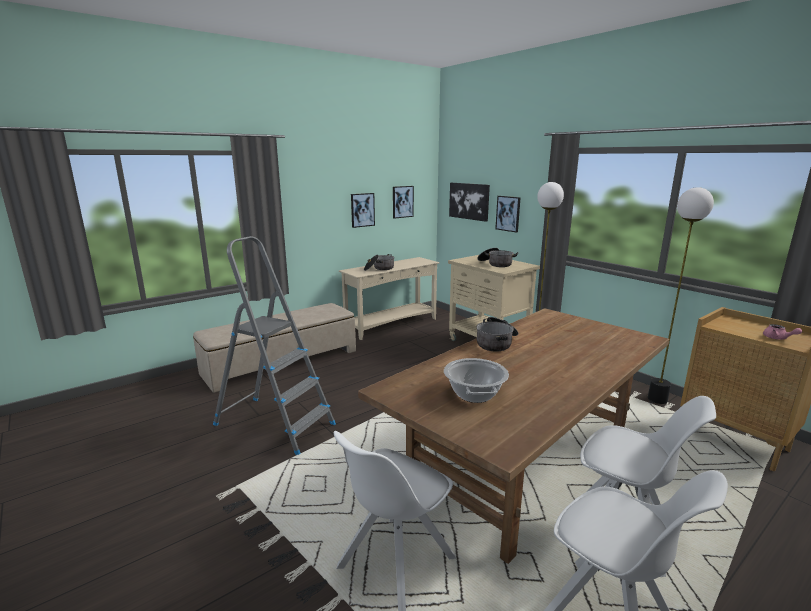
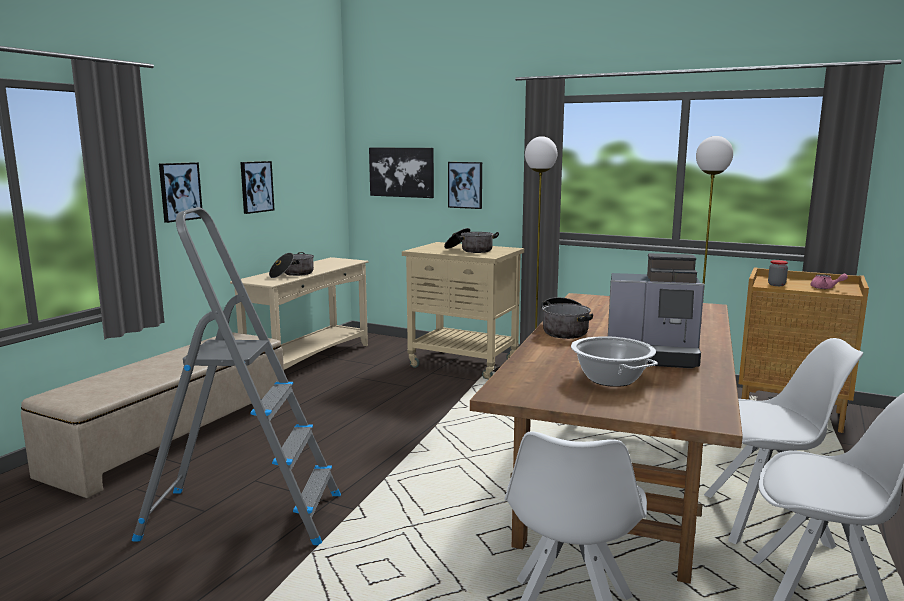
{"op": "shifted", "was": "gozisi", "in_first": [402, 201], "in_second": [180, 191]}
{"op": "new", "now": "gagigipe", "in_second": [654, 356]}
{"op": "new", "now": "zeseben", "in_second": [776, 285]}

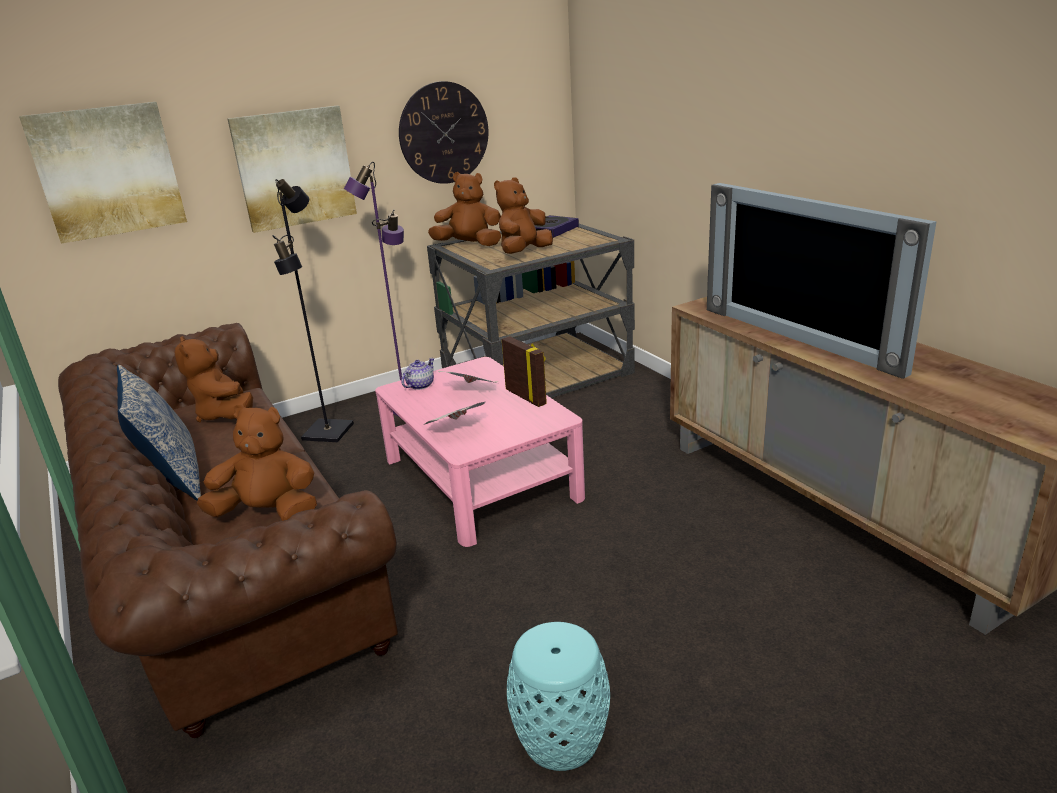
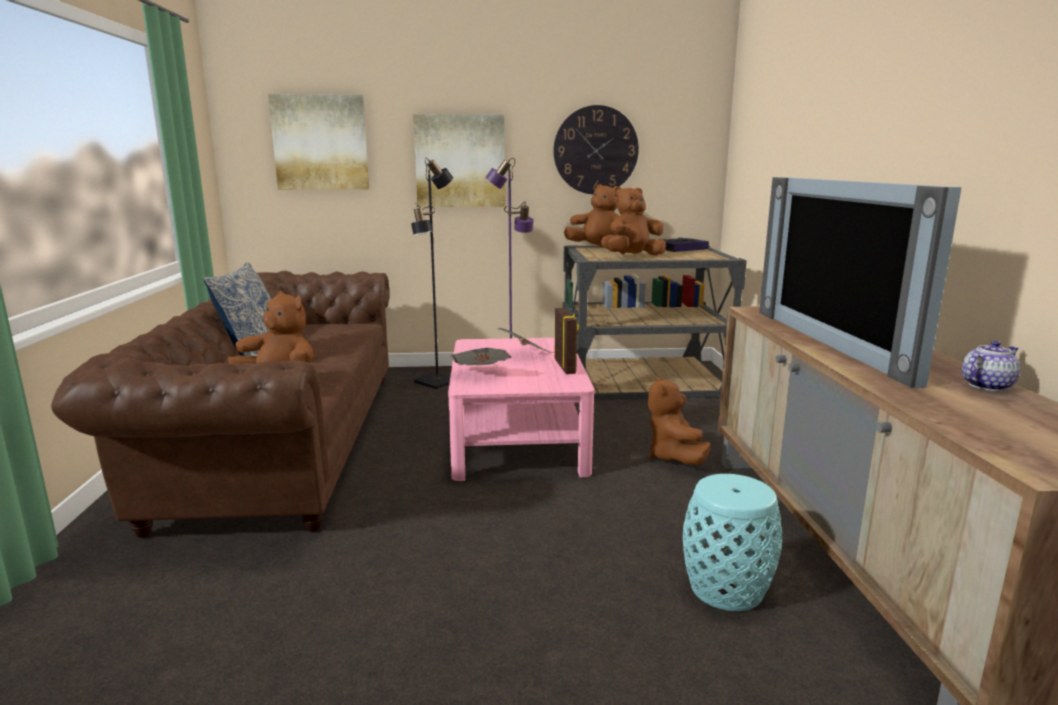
{"op": "shifted", "was": "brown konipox", "in_first": [225, 414], "in_second": [674, 457]}
{"op": "shifted", "was": "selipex", "in_first": [419, 385], "in_second": [986, 385]}
{"op": "shifted", "was": "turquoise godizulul", "in_first": [560, 739], "in_second": [726, 589]}

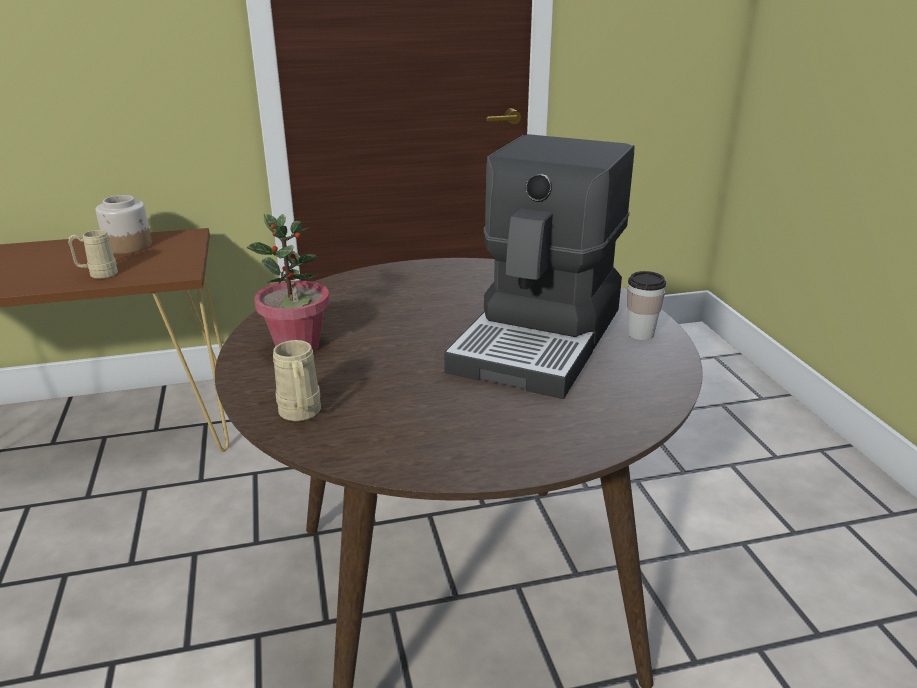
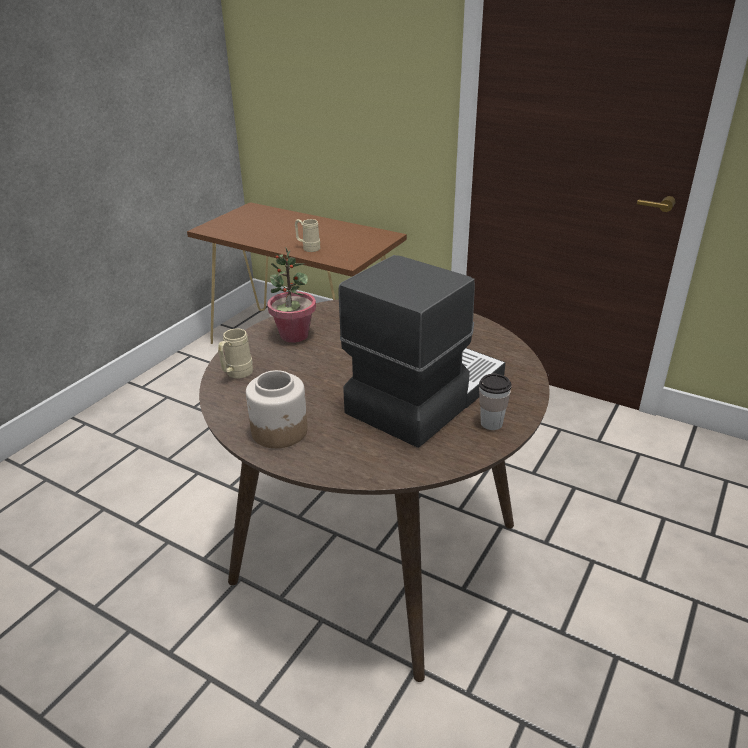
{"op": "rotated", "was": "gagigipe", "in_first": [541, 338], "in_second": [423, 394], "clockwise": 150}
{"op": "shifted", "was": "zeseben", "in_first": [129, 246], "in_second": [280, 431]}

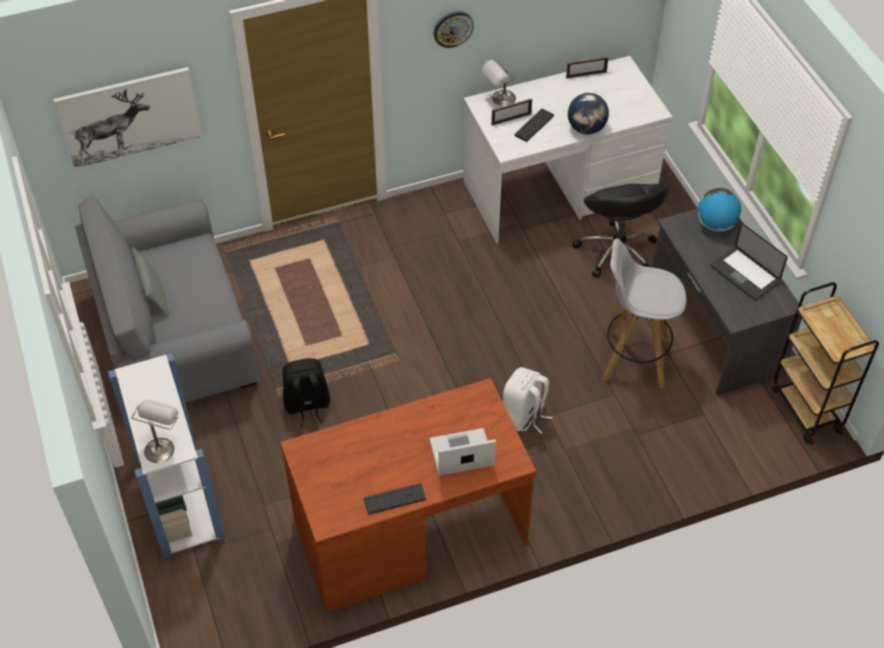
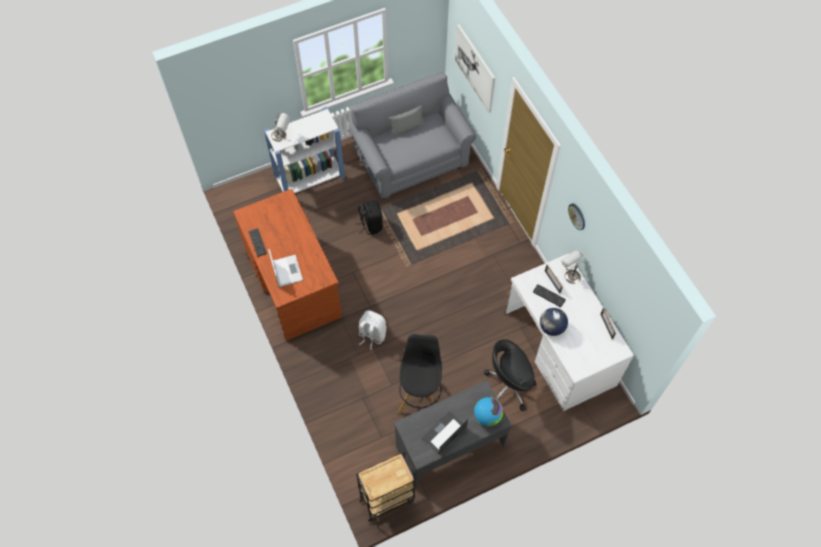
{"op": "repainted", "was": "white godizulul", "now": "black godizulul", "in_first": [633, 359], "in_second": [420, 396]}

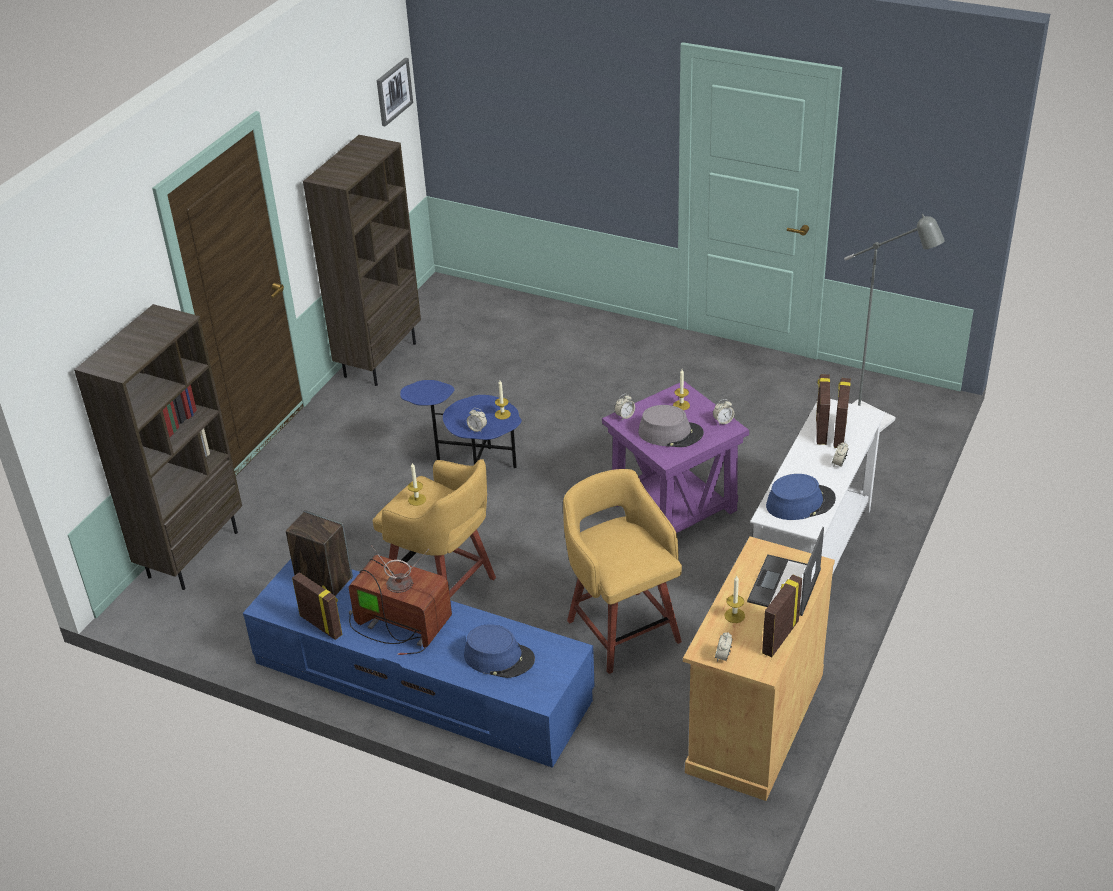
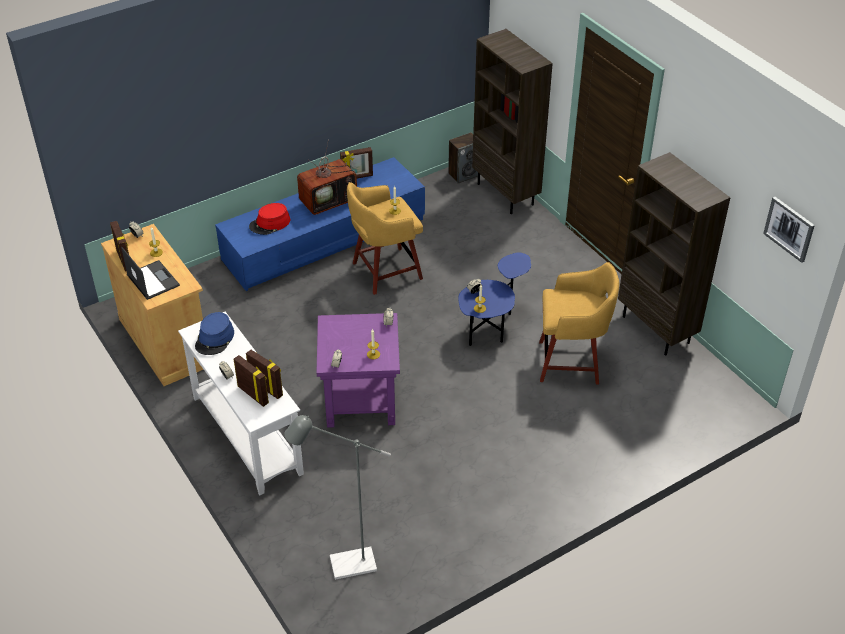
{"op": "gone", "was": "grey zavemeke", "in_first": [670, 433]}
{"op": "shifted", "was": "yellow godizulul", "in_first": [622, 628], "in_second": [571, 363]}
{"op": "shifted", "was": "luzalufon", "in_first": [324, 581], "in_second": [464, 174]}
{"op": "repainted", "was": "blue zavemeke", "now": "red zavemeke", "in_first": [499, 657], "in_second": [270, 224]}

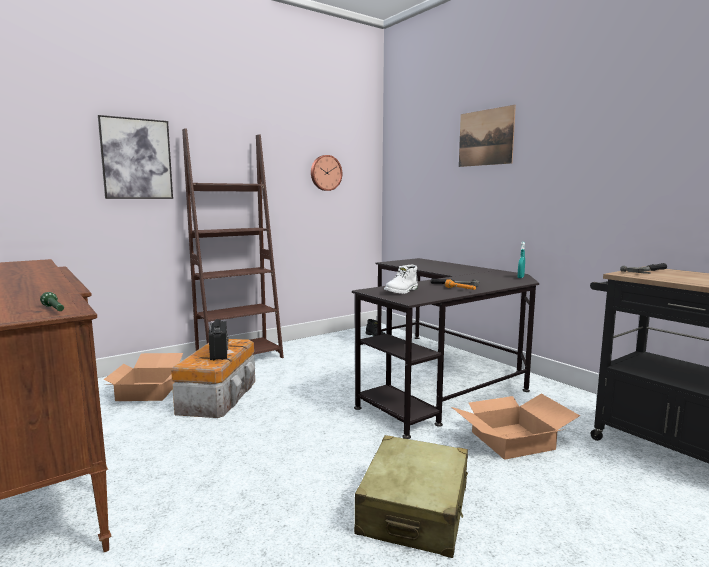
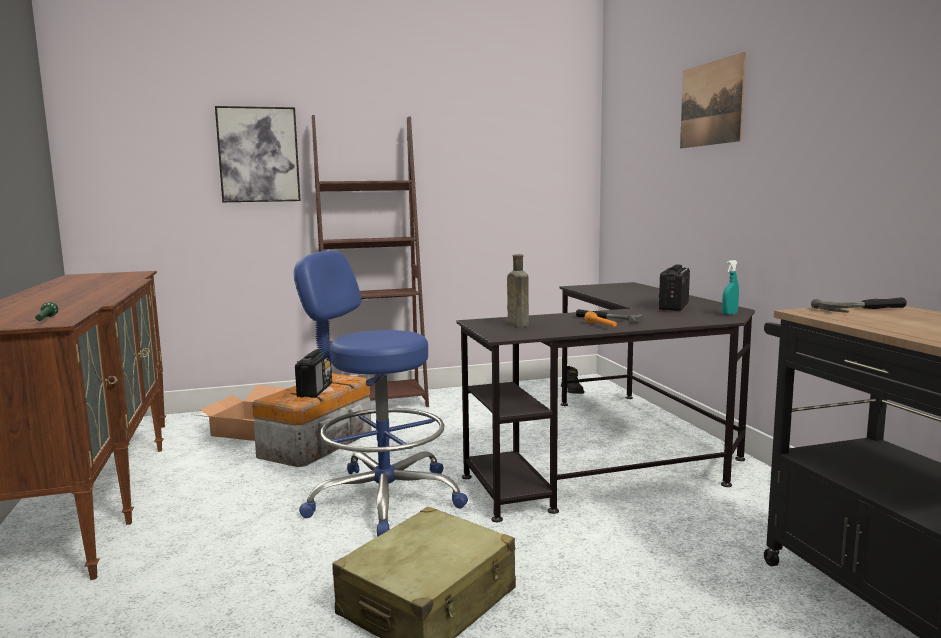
{"op": "gone", "was": "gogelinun", "in_first": [325, 173]}
{"op": "swapped", "was": "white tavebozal", "now": "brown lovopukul", "in_first": [402, 291], "in_second": [517, 324]}
{"op": "gone", "was": "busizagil", "in_first": [512, 441]}
{"op": "new", "now": "blue godizulul", "in_second": [382, 498]}
{"op": "new", "now": "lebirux", "in_second": [673, 307]}

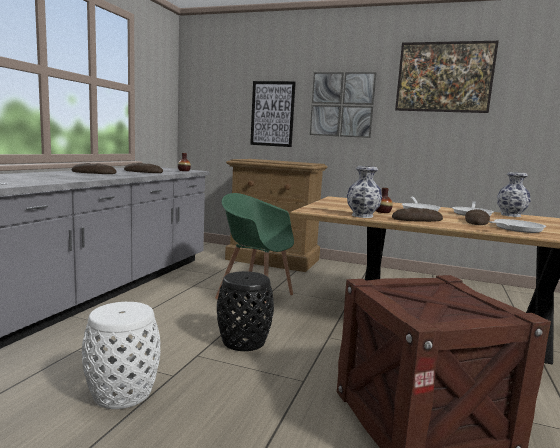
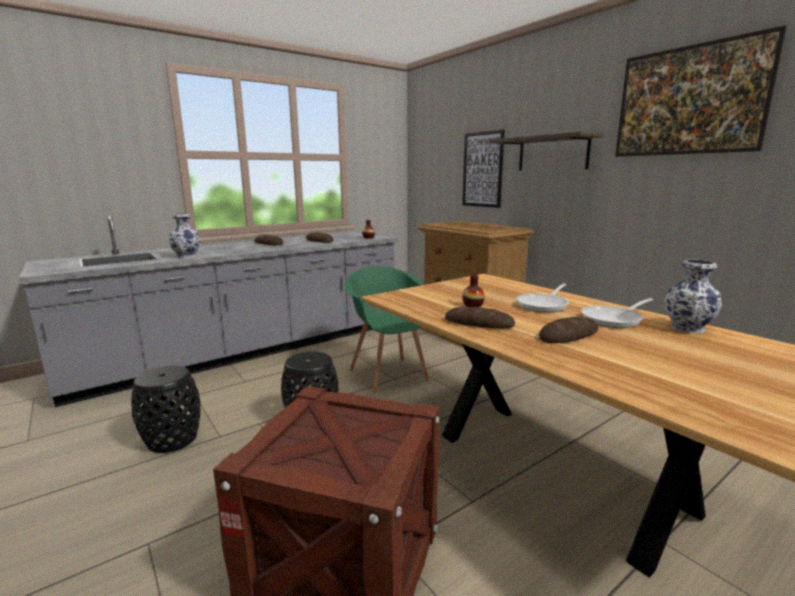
{"op": "swapped", "was": "gozisi", "now": "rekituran", "in_first": [342, 104], "in_second": [552, 153]}
{"op": "shifted", "was": "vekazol", "in_first": [362, 216], "in_second": [187, 256]}
{"op": "gone", "was": "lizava", "in_first": [515, 229]}
{"op": "repainted", "was": "white godizulul", "now": "black godizulul", "in_first": [122, 393], "in_second": [172, 439]}

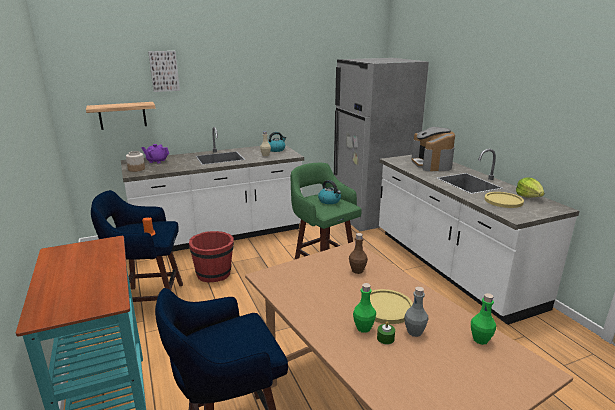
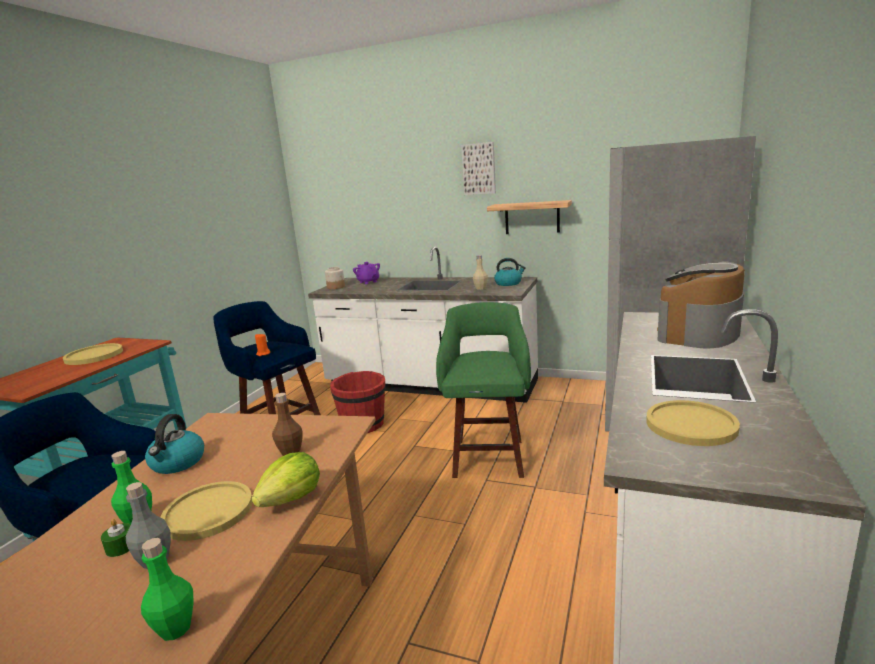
{"op": "shifted", "was": "gozisi", "in_first": [164, 71], "in_second": [479, 169]}
{"op": "shifted", "was": "rekituran", "in_first": [122, 115], "in_second": [532, 217]}
{"op": "shifted", "was": "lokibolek", "in_first": [529, 196], "in_second": [291, 498]}
{"op": "shifted", "was": "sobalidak", "in_first": [330, 201], "in_second": [177, 463]}
{"op": "new", "now": "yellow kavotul", "in_second": [94, 355]}

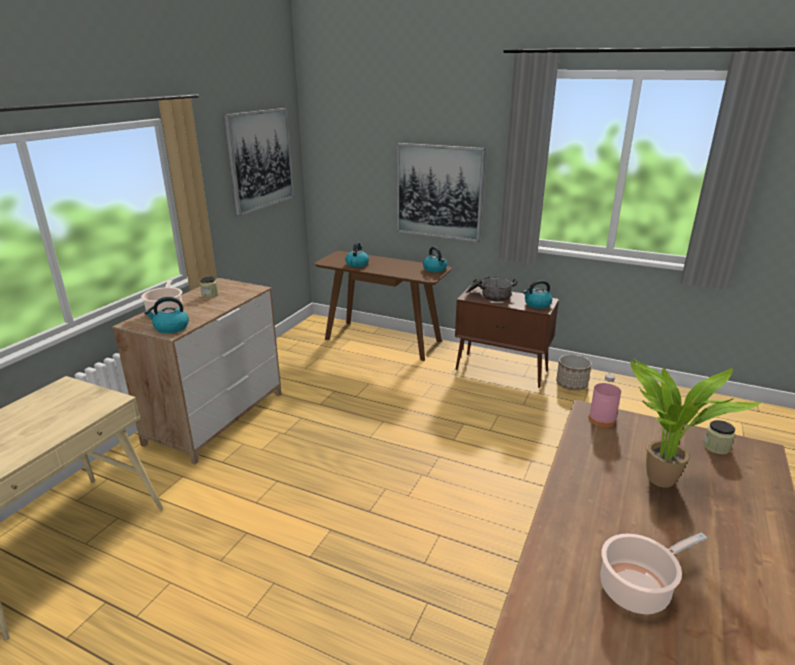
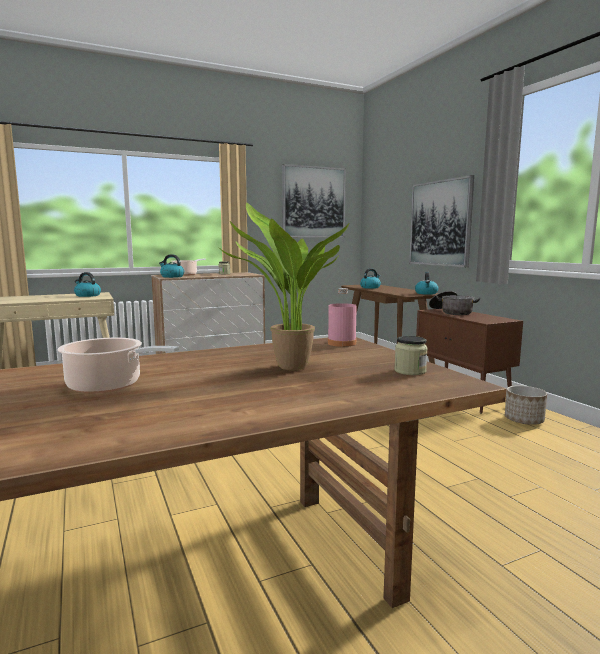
{"op": "shifted", "was": "sobalidak", "in_first": [537, 304], "in_second": [87, 295]}

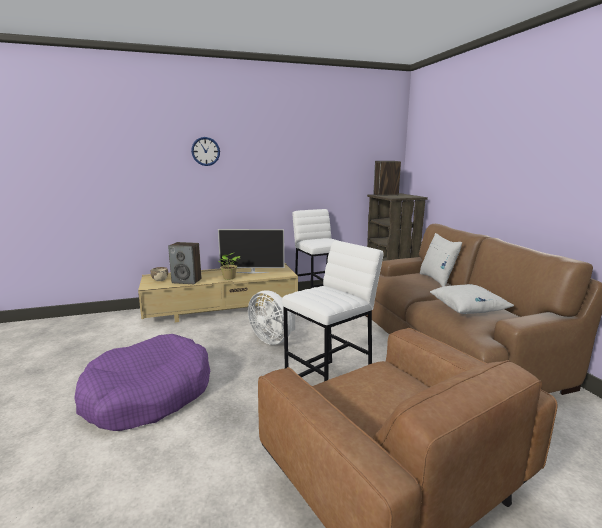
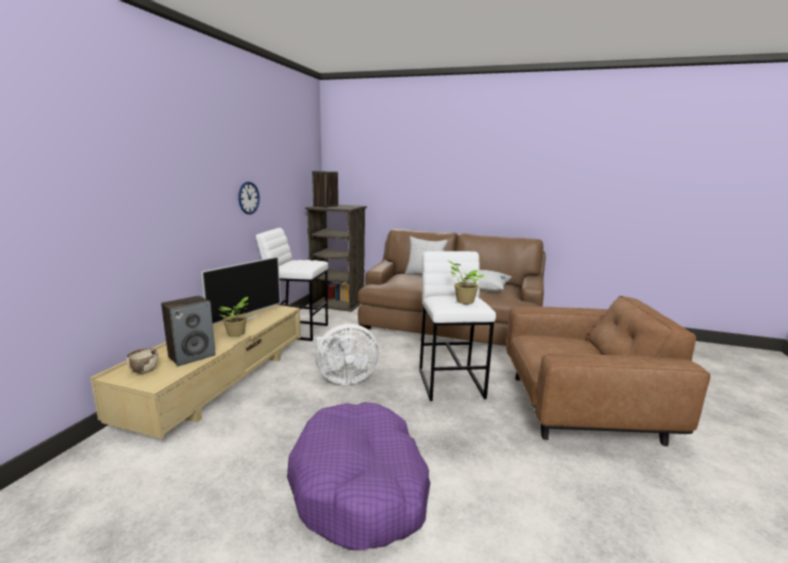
{"op": "shifted", "was": "gogelinun", "in_first": [205, 151], "in_second": [248, 198]}
{"op": "new", "now": "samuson", "in_second": [463, 301]}

